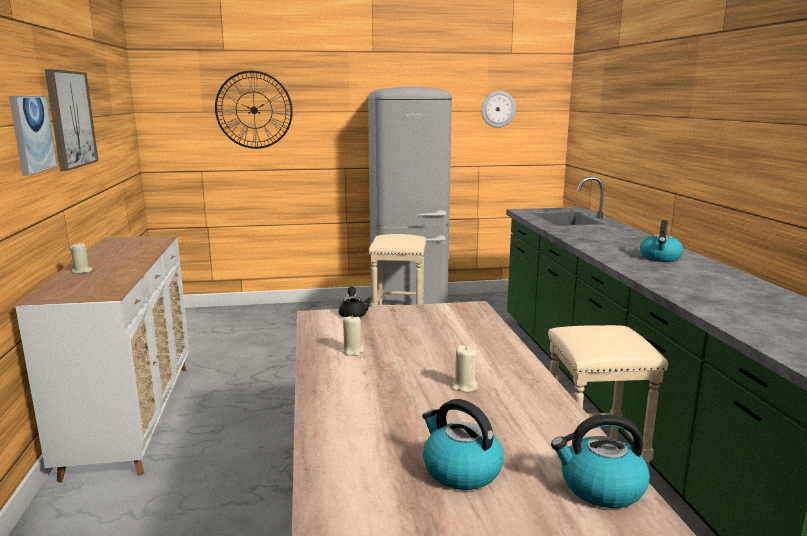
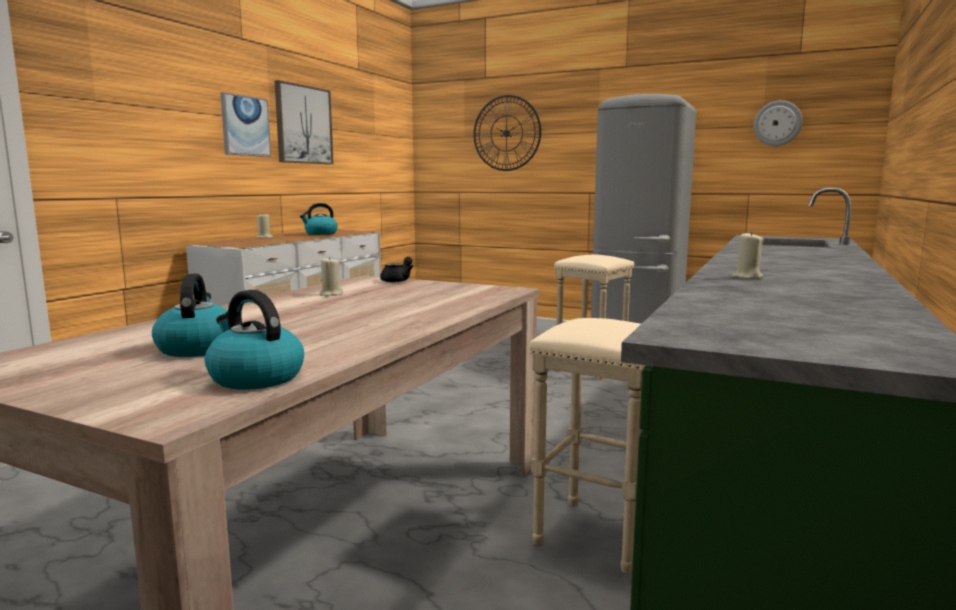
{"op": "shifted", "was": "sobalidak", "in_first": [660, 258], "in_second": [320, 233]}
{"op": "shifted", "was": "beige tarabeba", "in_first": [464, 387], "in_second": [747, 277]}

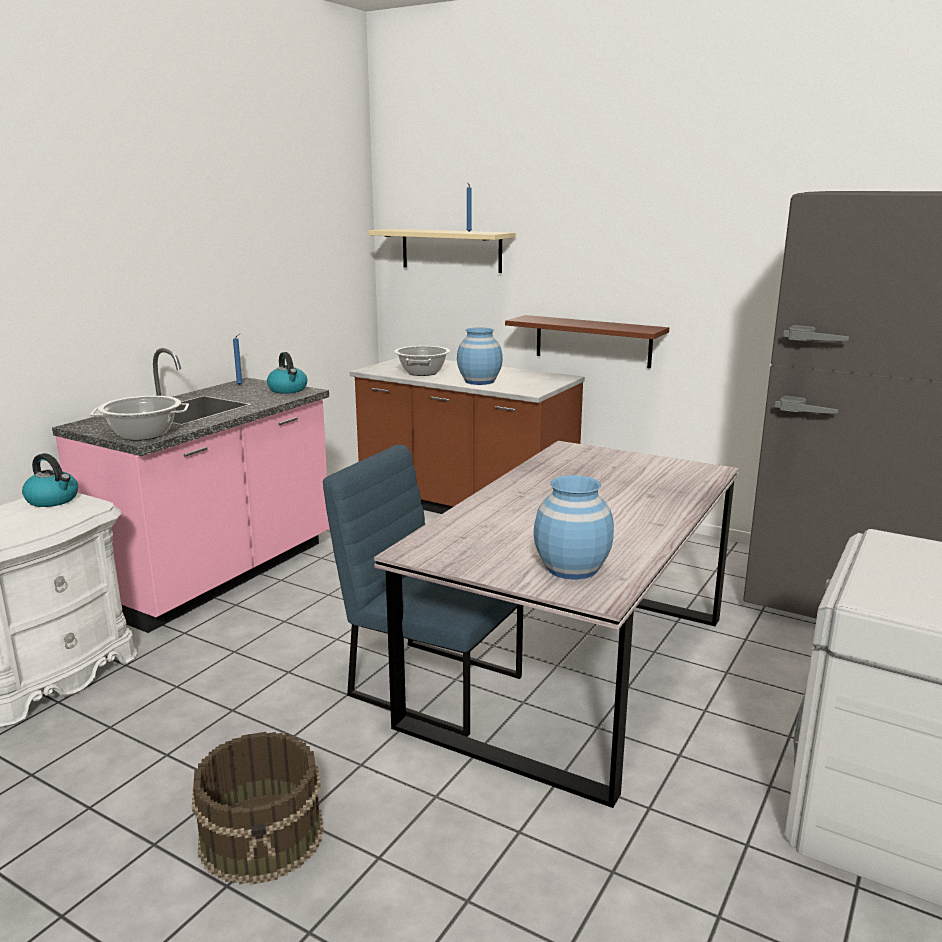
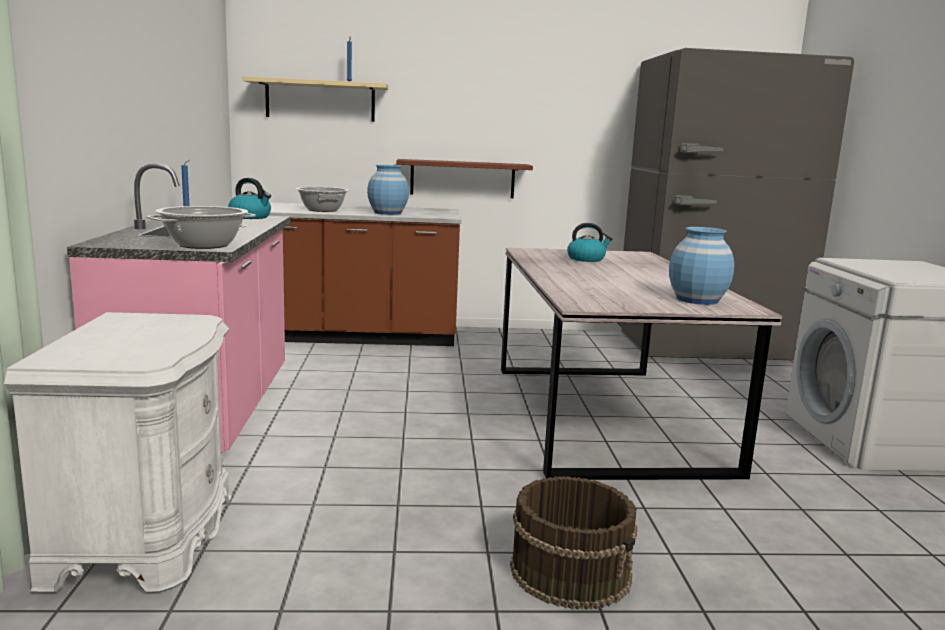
{"op": "gone", "was": "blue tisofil", "in_first": [432, 683]}
{"op": "shifted", "was": "sobalidak", "in_first": [53, 500], "in_second": [586, 259]}

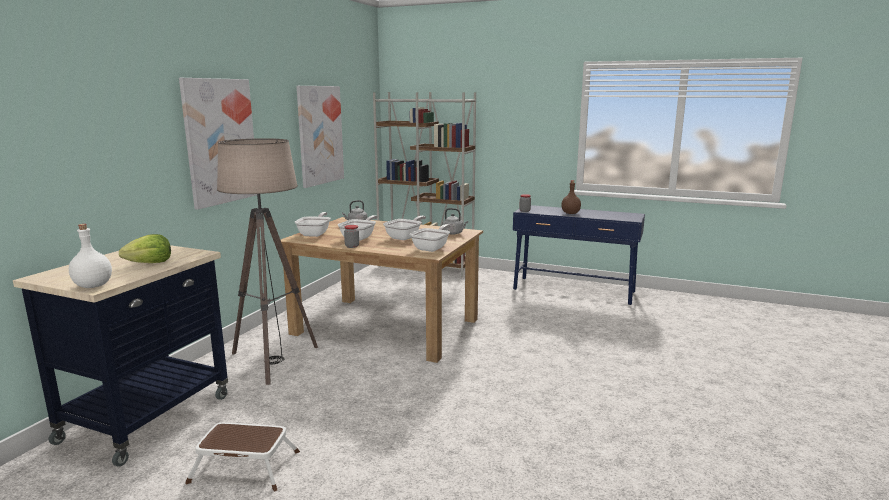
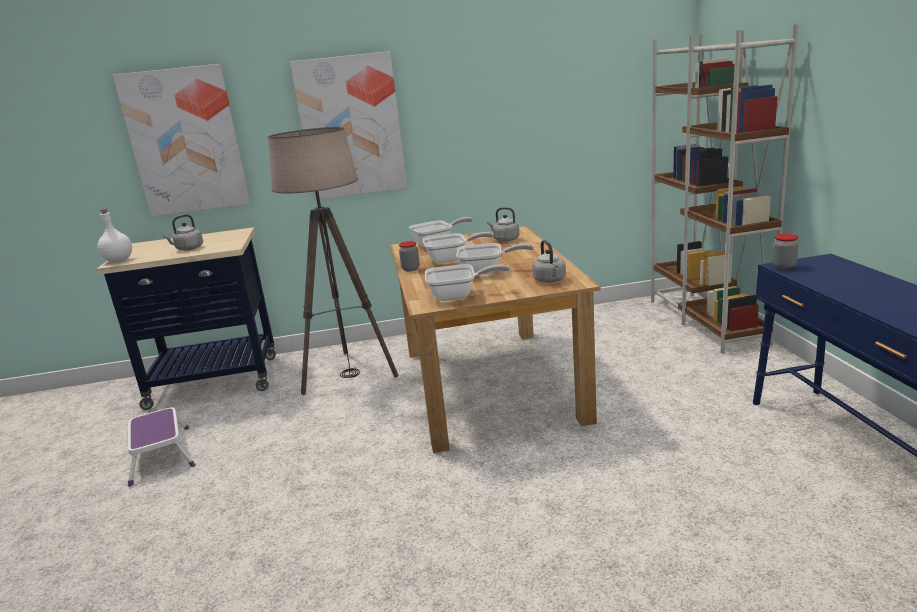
{"op": "shifted", "was": "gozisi", "in_first": [320, 135], "in_second": [185, 141]}
{"op": "gone", "was": "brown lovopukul", "in_first": [570, 213]}
{"op": "swapped", "was": "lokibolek", "now": "grey sobalidak", "in_first": [150, 263], "in_second": [188, 249]}
{"op": "repainted", "was": "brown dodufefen", "now": "purple dodufefen", "in_first": [244, 467], "in_second": [160, 455]}

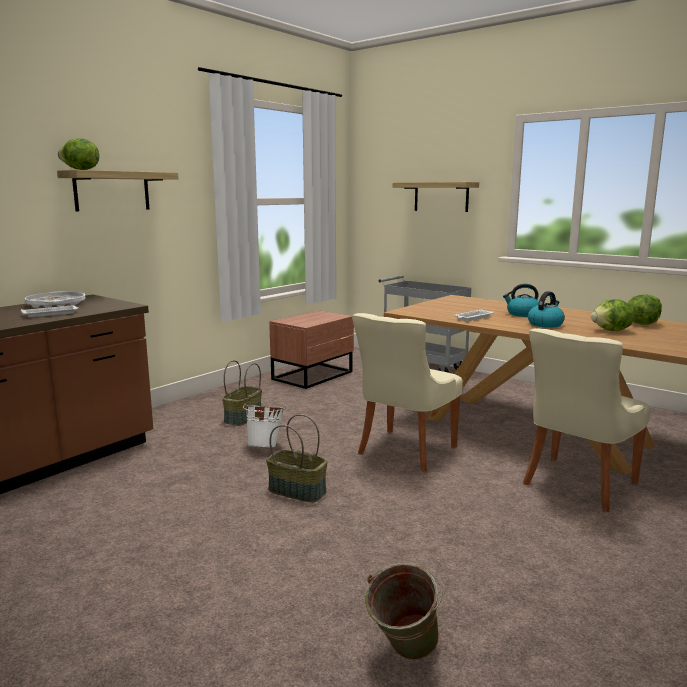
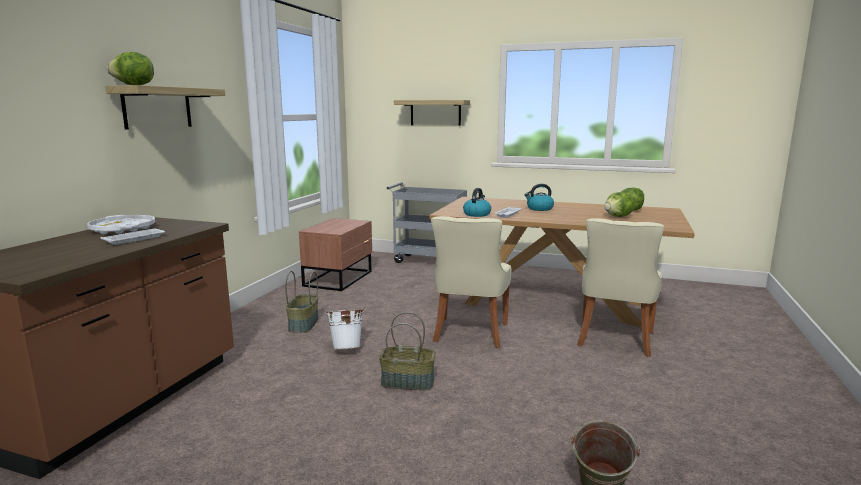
{"op": "shifted", "was": "sobalidak", "in_first": [545, 324], "in_second": [477, 214]}

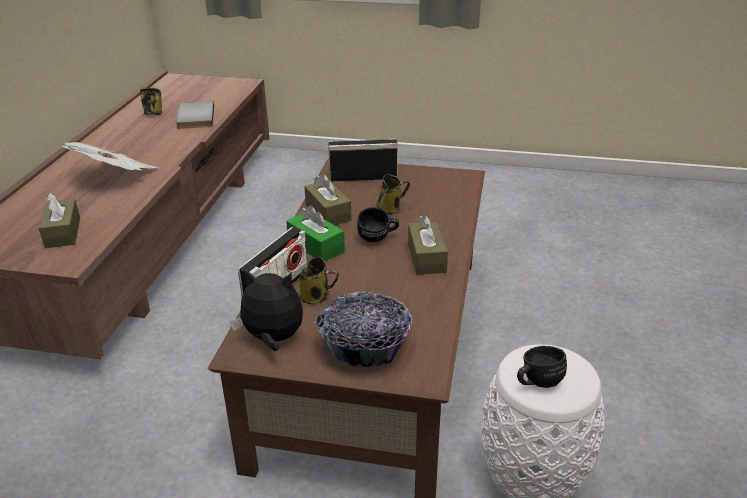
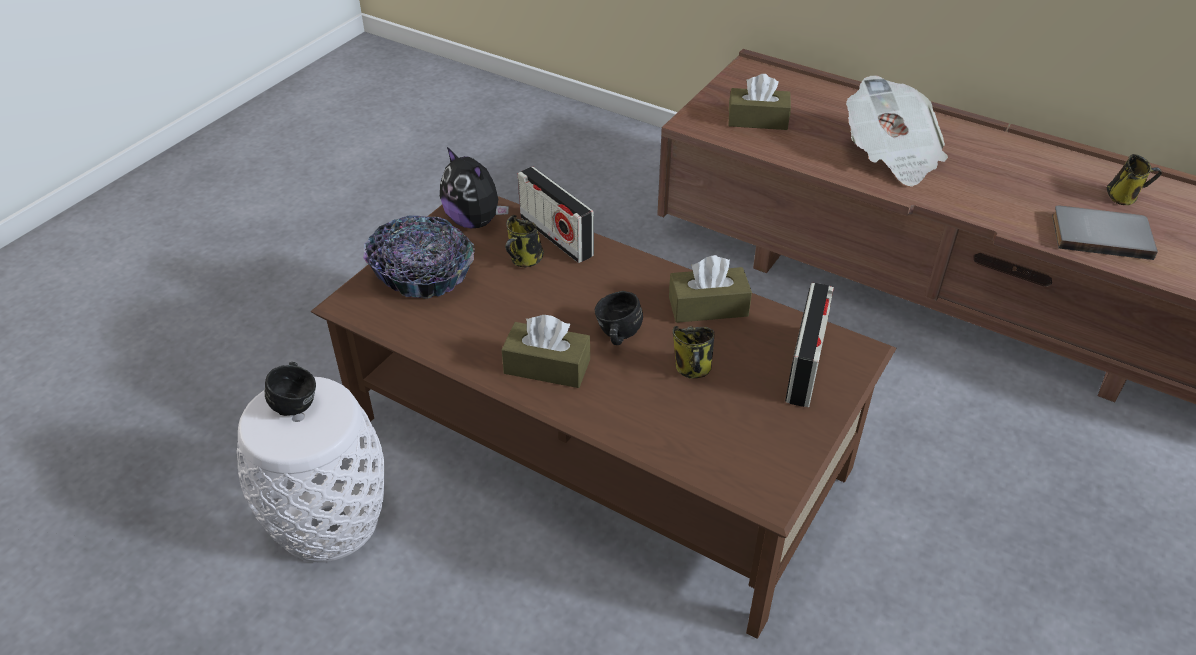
{"op": "gone", "was": "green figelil", "in_first": [316, 246]}
{"op": "rotated", "was": "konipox", "in_first": [273, 339], "in_second": [475, 221], "clockwise": 105}

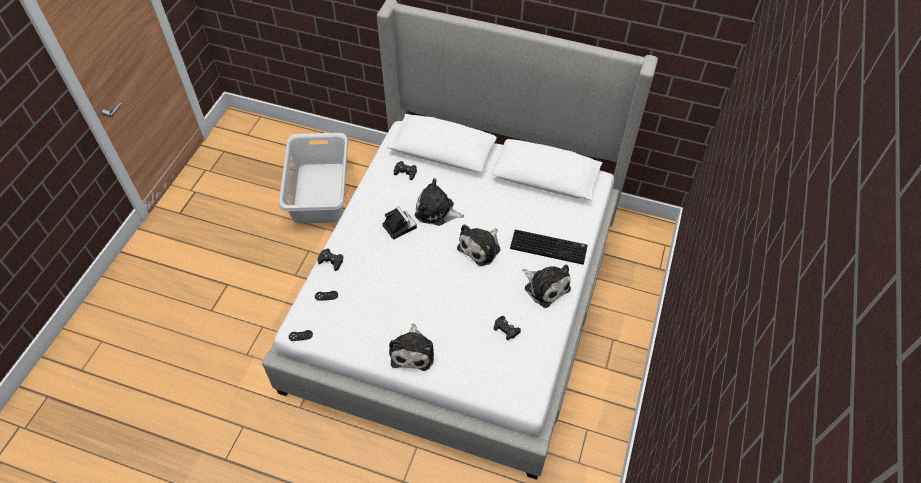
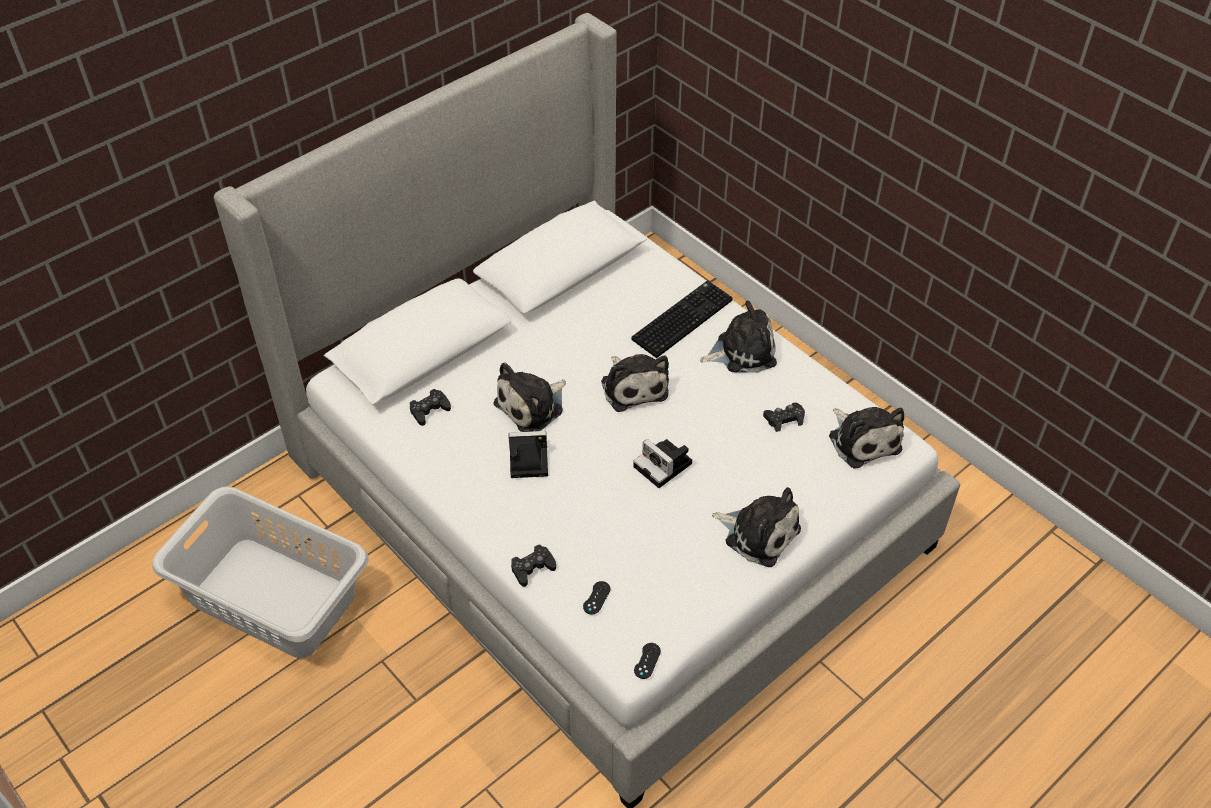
{"op": "new", "now": "konipox", "in_second": [863, 440]}
{"op": "new", "now": "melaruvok", "in_second": [664, 466]}

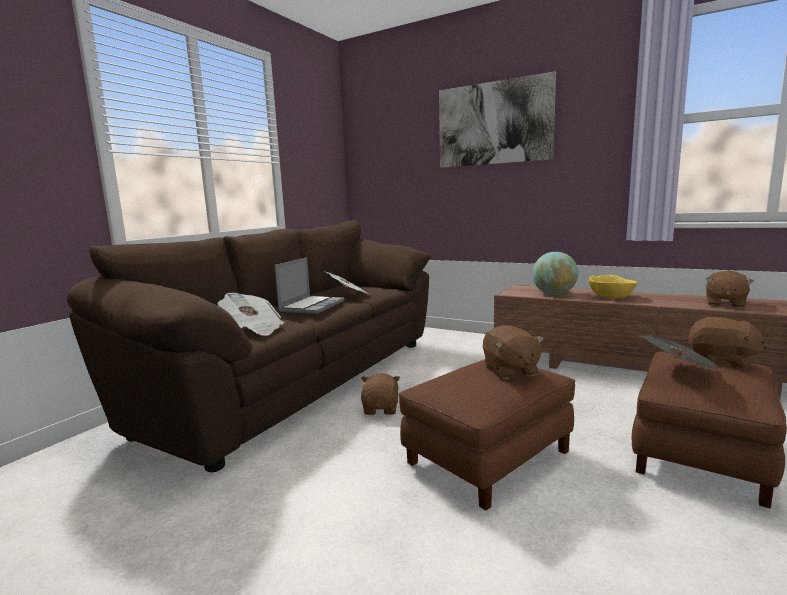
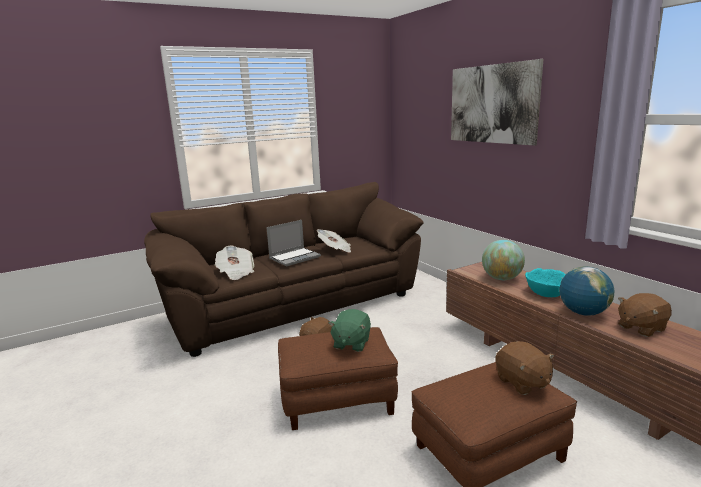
{"op": "repainted", "was": "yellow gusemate", "now": "turquoise gusemate", "in_first": [611, 296], "in_second": [547, 293]}
{"op": "repainted", "was": "brown konipox", "now": "green konipox", "in_first": [510, 371], "in_second": [351, 343]}
{"op": "gone", "was": "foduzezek", "in_first": [679, 371]}
{"op": "new", "now": "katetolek", "in_second": [583, 313]}

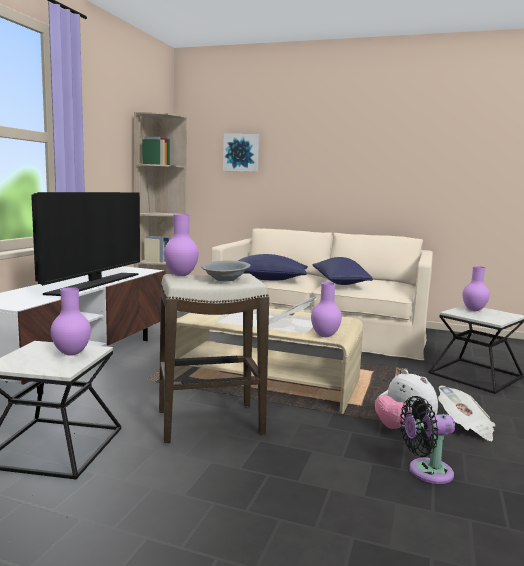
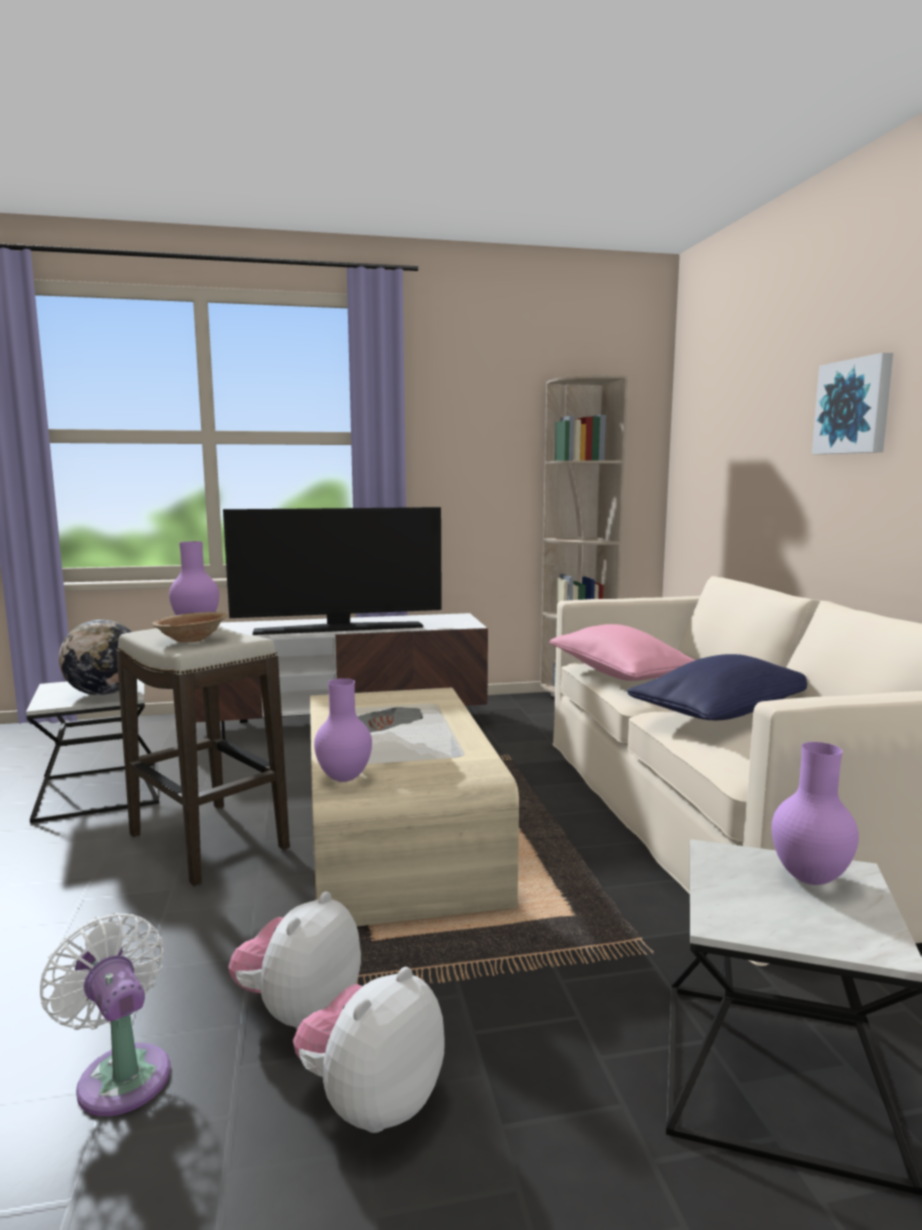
{"op": "shifted", "was": "gozisi", "in_first": [241, 153], "in_second": [854, 407]}
{"op": "repainted", "was": "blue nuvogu", "now": "pink nuvogu", "in_first": [268, 279], "in_second": [620, 674]}
{"op": "repainted", "was": "grey gusemate", "now": "brown gusemate", "in_first": [225, 279], "in_second": [191, 639]}
{"op": "swapped", "was": "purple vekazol", "now": "katetolek", "in_first": [71, 354], "in_second": [104, 693]}
{"op": "swapped", "was": "foduzezek", "now": "konipox", "in_first": [465, 427], "in_second": [372, 1102]}
{"op": "repainted", "was": "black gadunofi", "now": "white gadunofi", "in_first": [426, 472], "in_second": [121, 1073]}

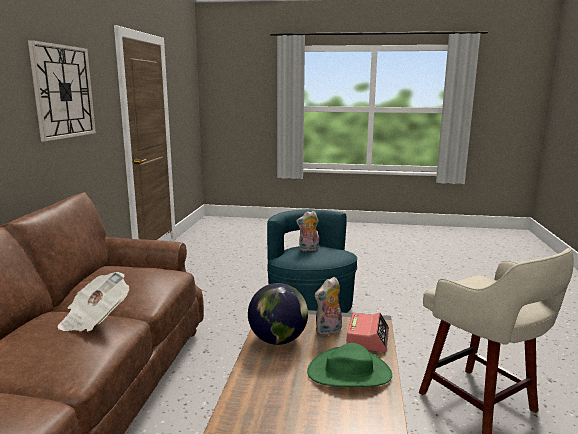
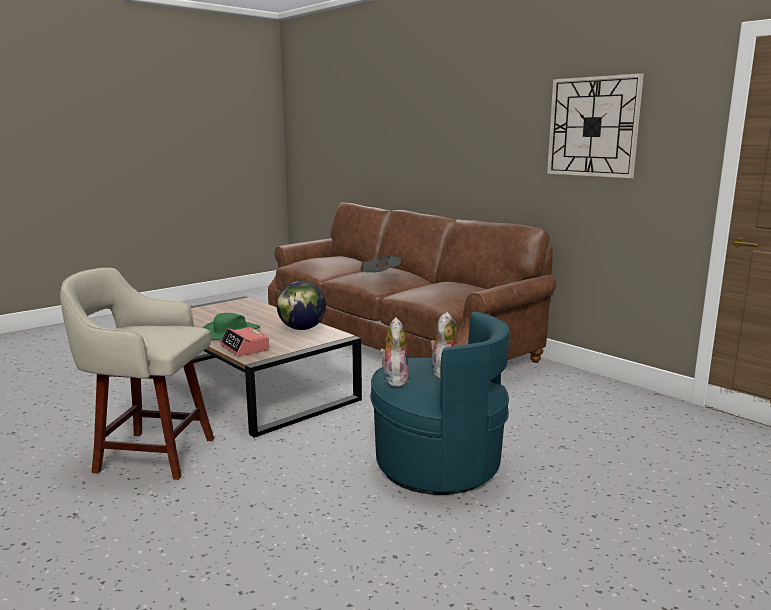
{"op": "shifted", "was": "konipox", "in_first": [328, 331], "in_second": [394, 380]}

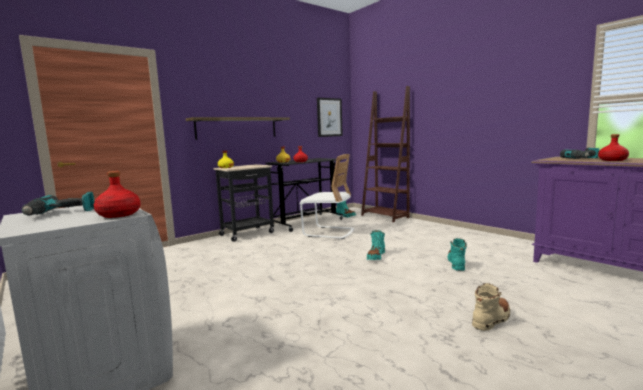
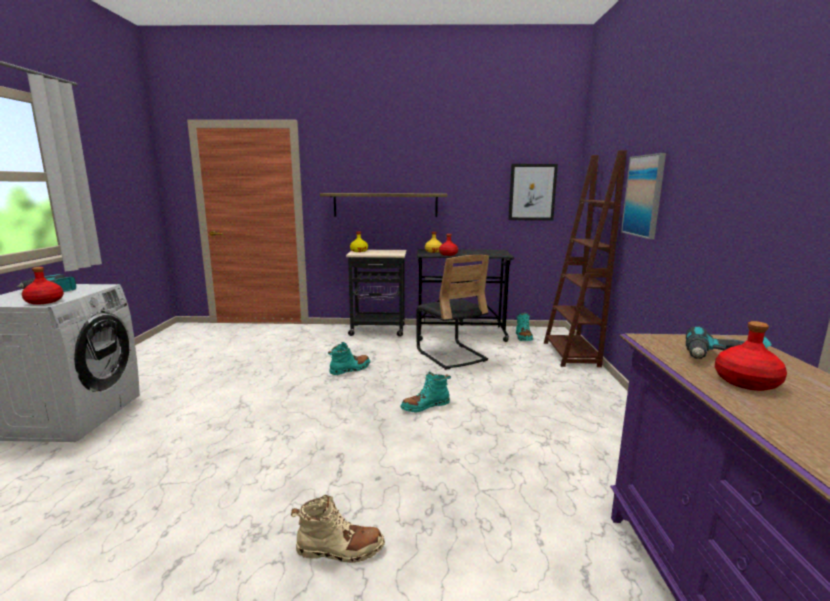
{"op": "repainted", "was": "white tisofil", "now": "black tisofil", "in_first": [328, 232], "in_second": [451, 355]}
{"op": "shifted", "was": "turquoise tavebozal", "in_first": [456, 264], "in_second": [350, 369]}
{"op": "new", "now": "gozisi", "in_second": [644, 196]}

